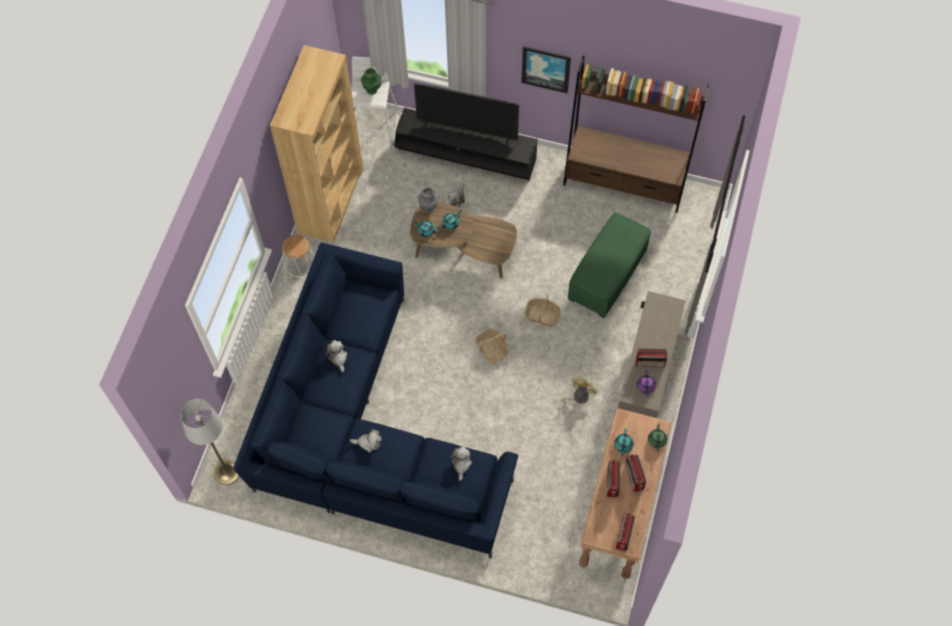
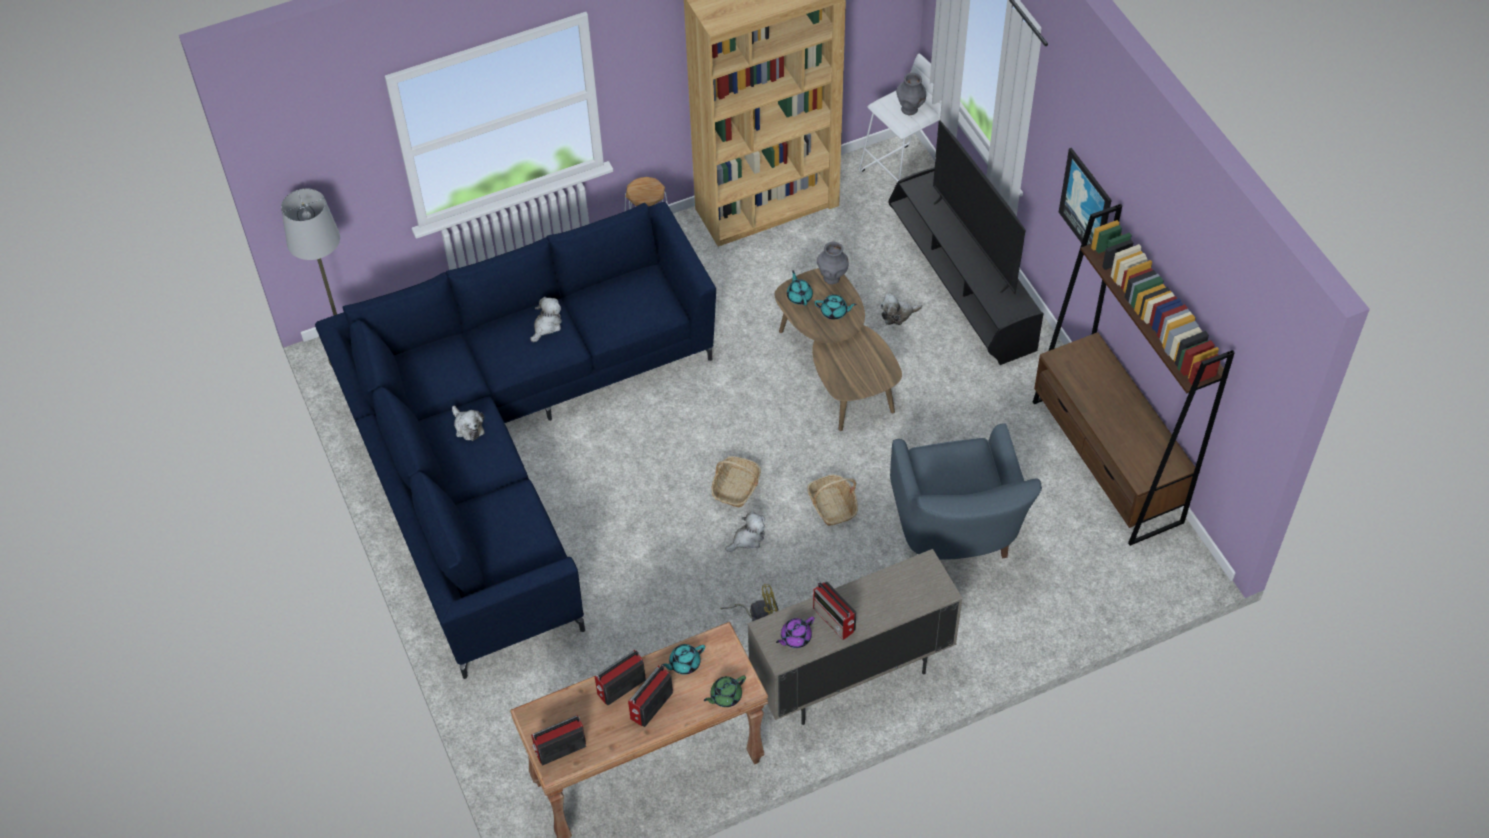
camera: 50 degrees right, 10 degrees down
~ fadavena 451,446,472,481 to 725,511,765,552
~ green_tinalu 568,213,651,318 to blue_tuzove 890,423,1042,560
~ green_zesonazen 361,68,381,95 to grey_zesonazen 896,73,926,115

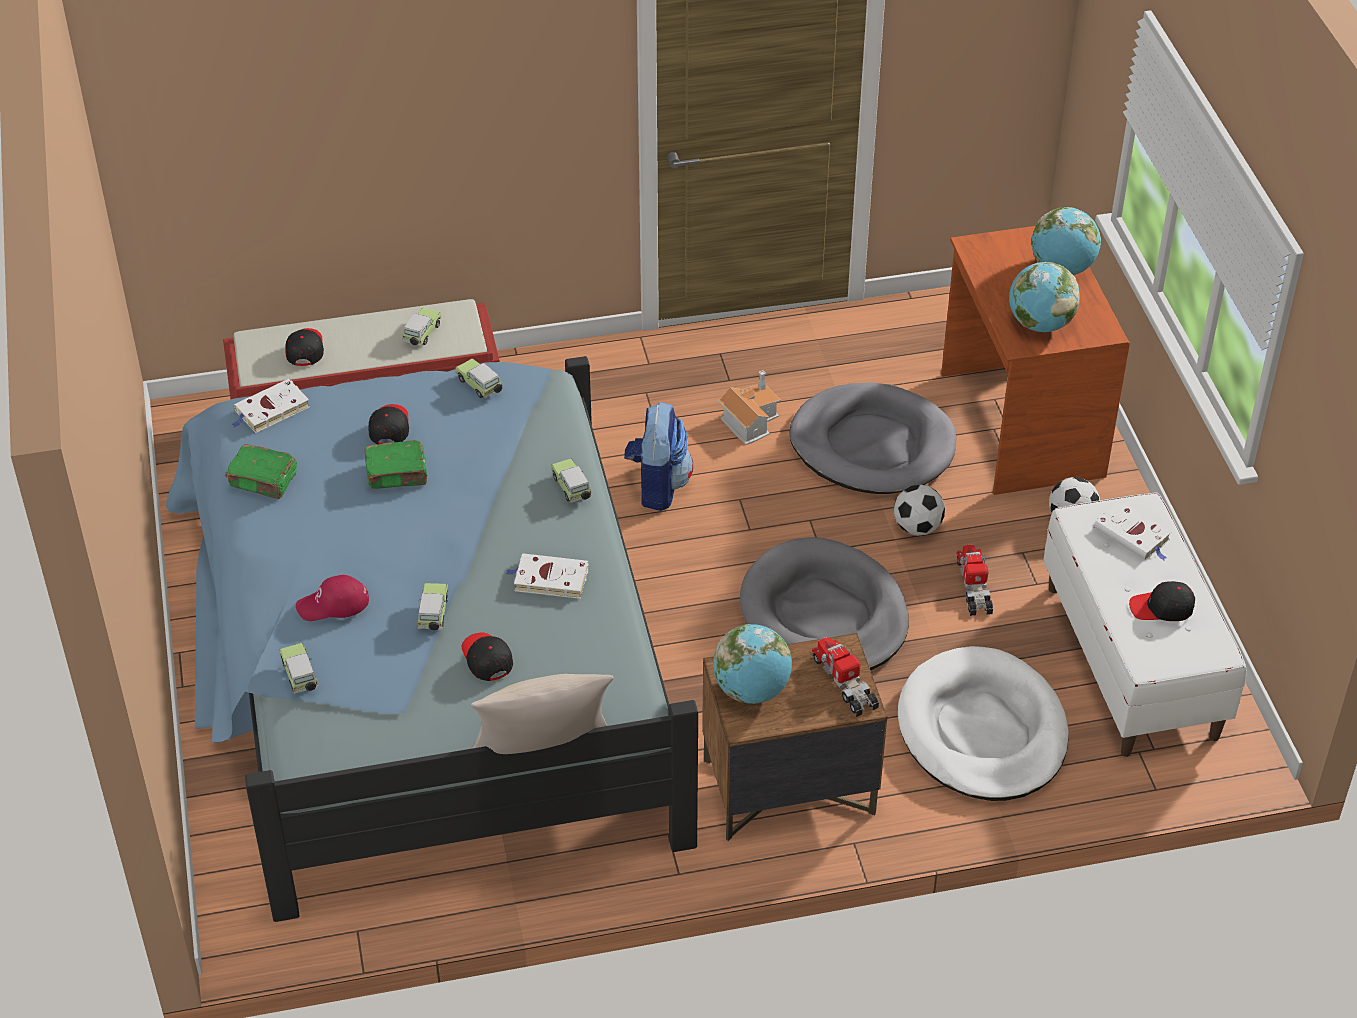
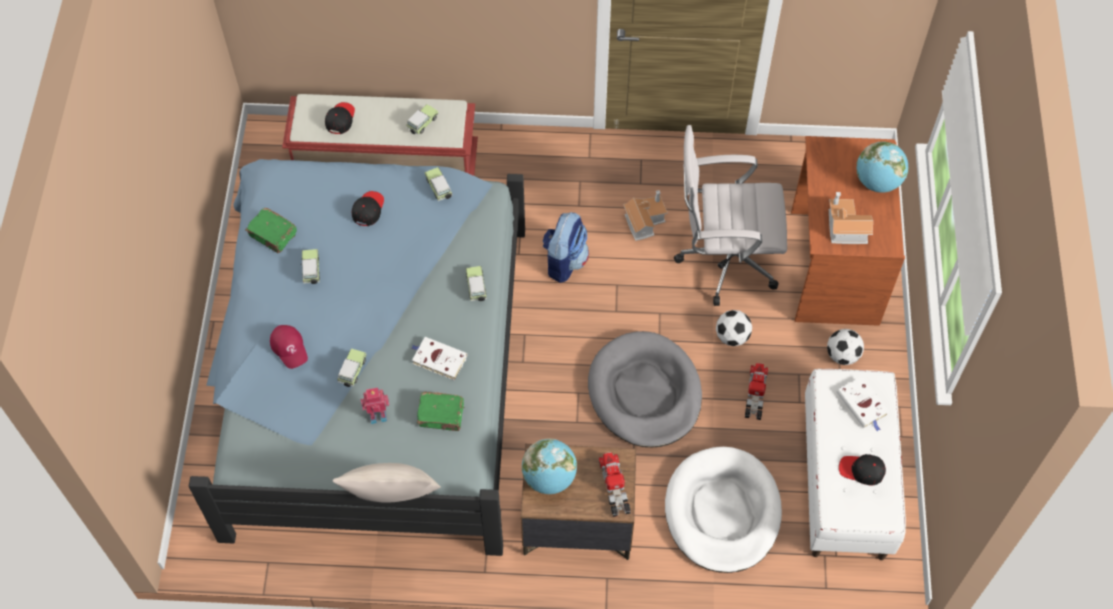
camera: 15 degrees right, 15 degrees up
- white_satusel 231,379,310,433
~ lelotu 279,643,319,694 to 302,249,320,284
~ green_satusel 365,440,428,489 to 417,392,464,431
~ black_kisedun 462,633,513,681 to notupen 361,388,389,424
~ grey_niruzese 789,382,956,494 to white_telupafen 674,125,787,306
~ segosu 1009,262,1080,332 to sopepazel 829,192,873,244
~ red_kisedun 296,575,369,621 = 270,325,308,369 120 degrees counterclockwise

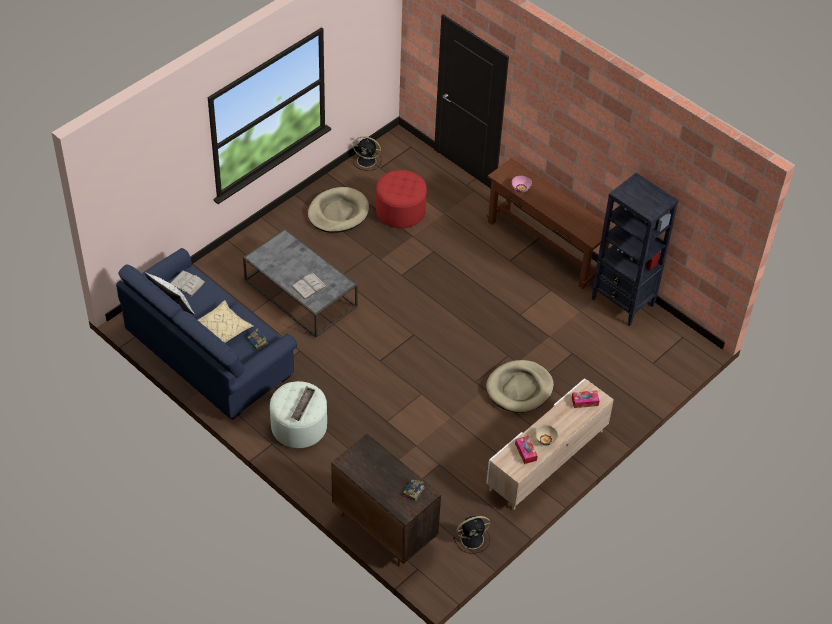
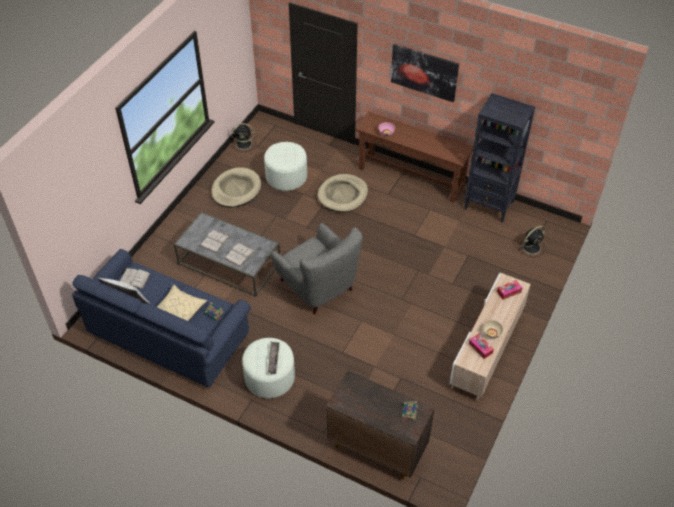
camera: 15 degrees left, 0 degrees up
+ white_satusel 200,230,230,253
+ grey_tuzove 271,223,363,314
+ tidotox 391,44,459,102
~ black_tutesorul 453,516,490,554 to 519,226,546,257
~ beige_niruzese 486,360,554,413 to 317,174,368,212
~ red_tinalu 376,170,427,228 to white_tinalu 264,142,307,191

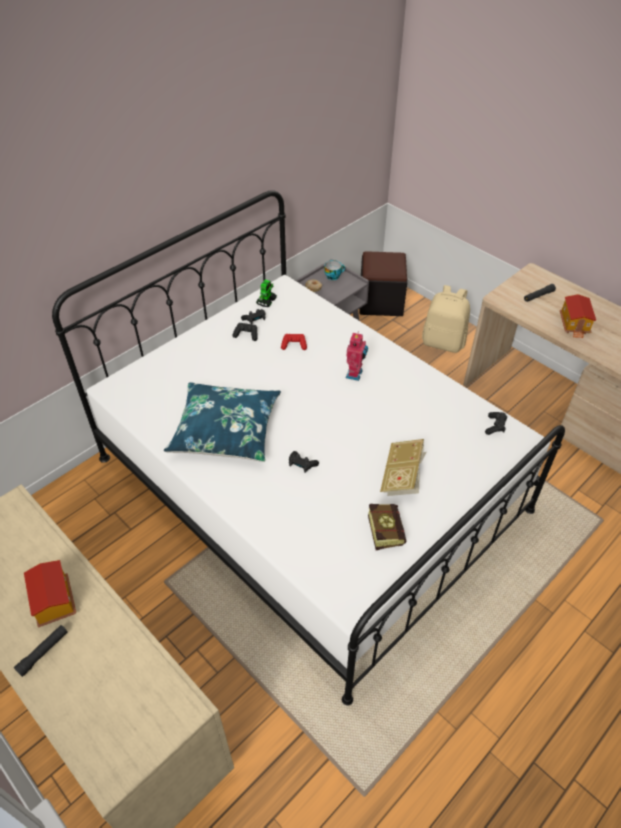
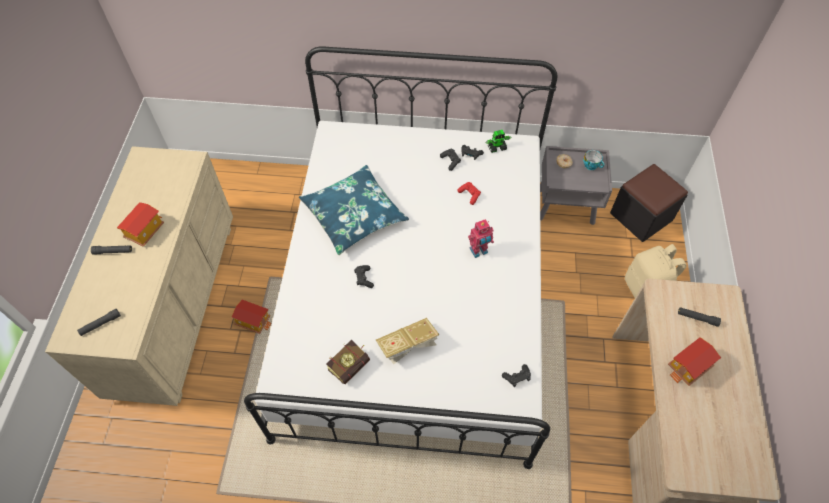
camera: 50 degrees right, 10 degrees up
+ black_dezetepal 77,309,121,336
+ sopepazel 231,300,271,334

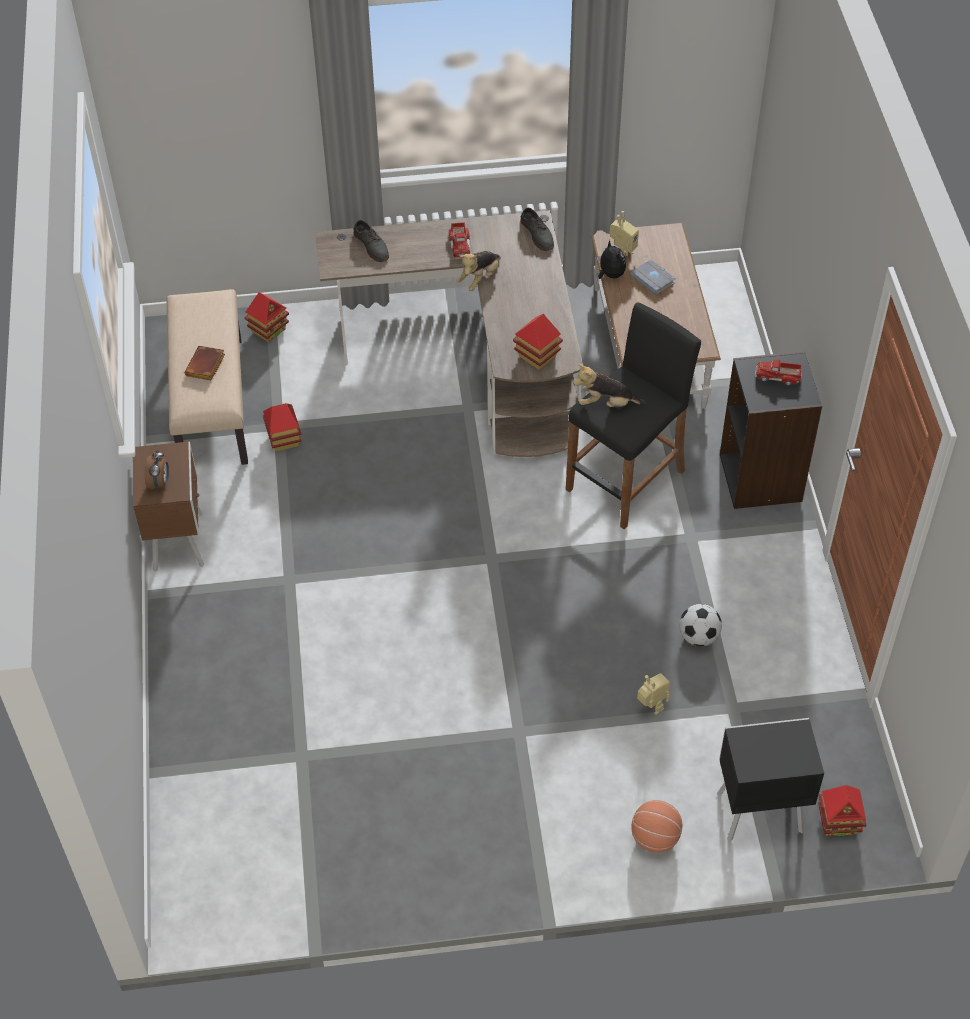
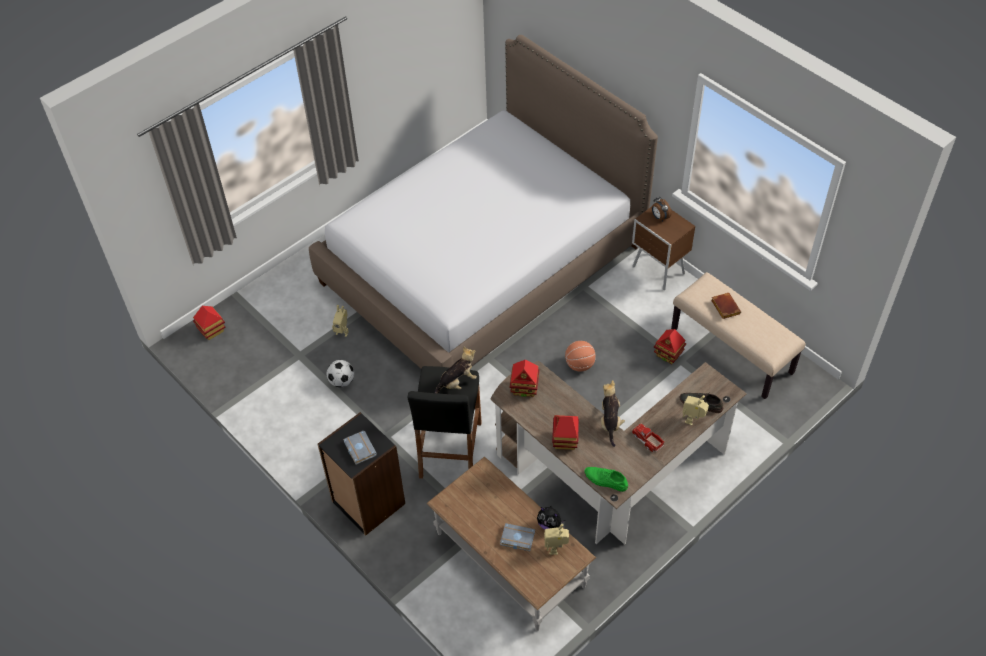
camera: 145 degrees right, 0 degrees up
- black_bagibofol 717,718,824,842
+ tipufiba 309,35,658,369
+ notupen 682,395,709,426
~ sopepazel 244,292,289,343 to 552,415,579,450
~ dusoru 631,800,682,853 to 565,341,596,372
~ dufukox 755,359,802,385 to grey_satusel 343,431,377,465
~ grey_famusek 520,207,554,251 to green_famusek 584,467,628,492

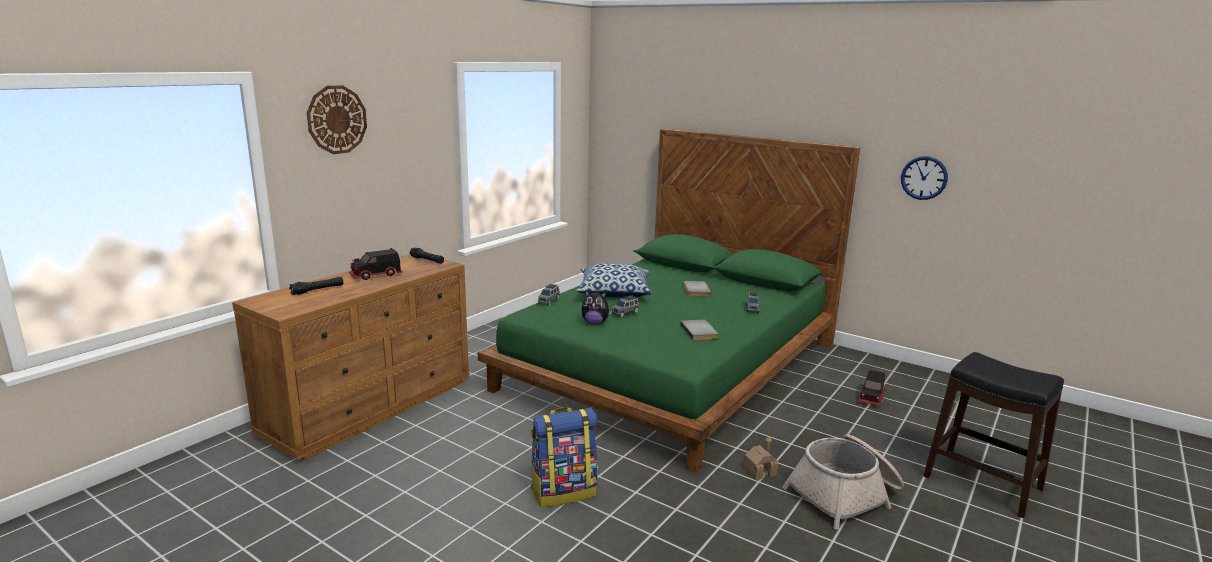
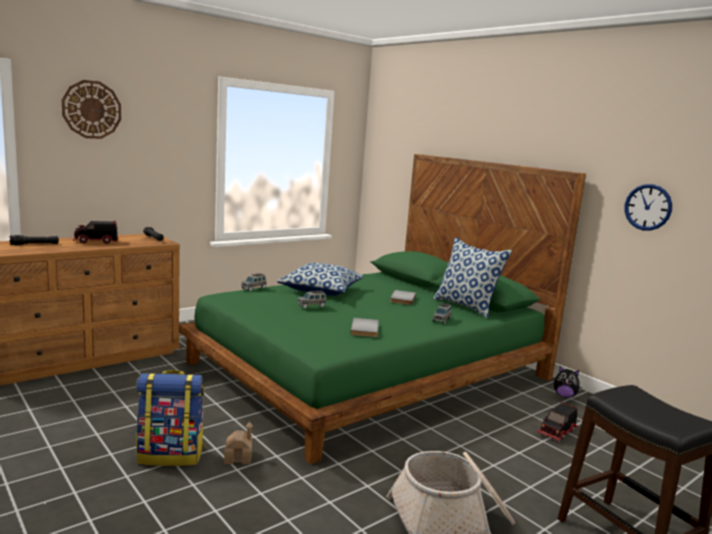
camera: 15 degrees right, 5 degrees down
+ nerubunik 433,237,512,318
~ fadavena 581,290,612,324 to 554,366,582,398
~ sopepazel 742,436,778,480 to 224,422,253,465

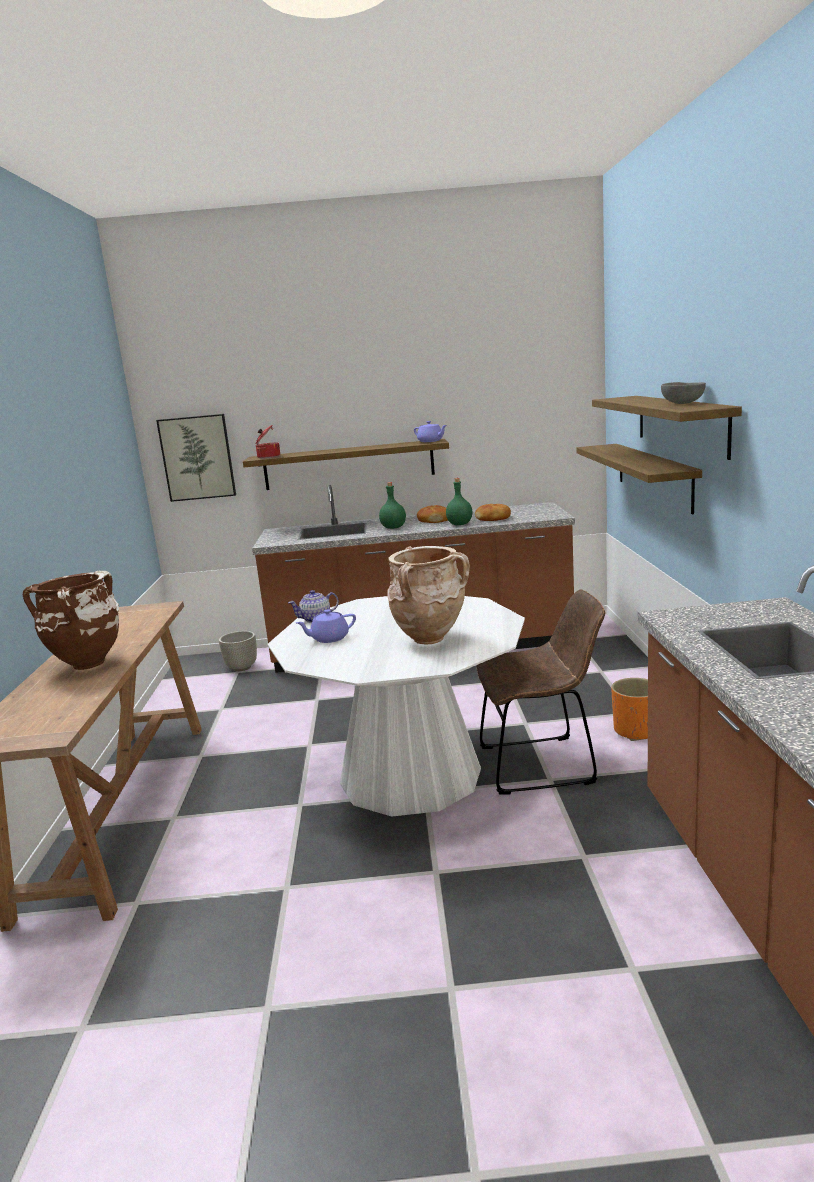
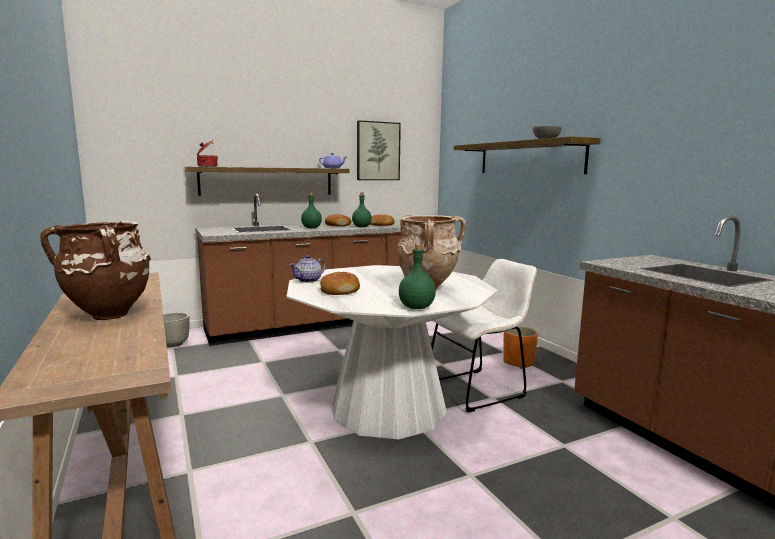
camera: 25 degrees left, 5 degrees down
- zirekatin 576,444,702,514
+ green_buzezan 399,244,436,309
~ tidotox 156,414,236,502 to 357,120,401,180
~ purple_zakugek 296,609,356,643 to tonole 320,272,360,295
~ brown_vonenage 477,589,605,795 to white_vonenage 431,259,537,412

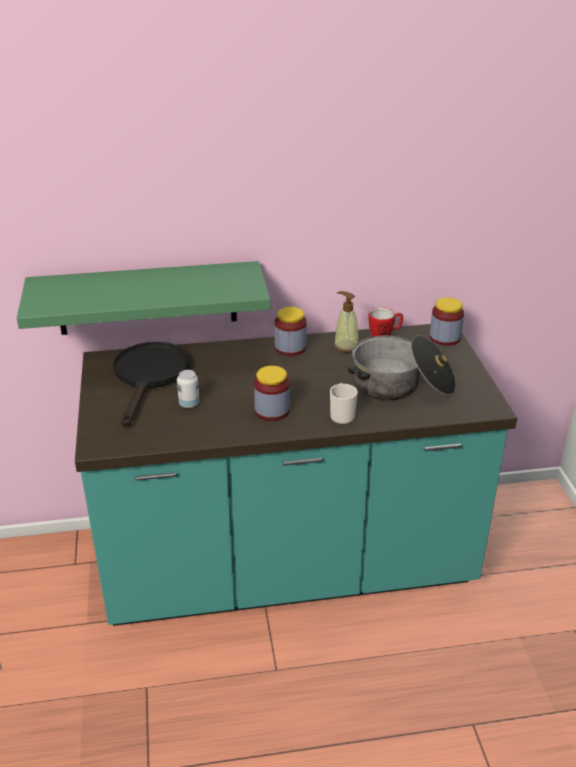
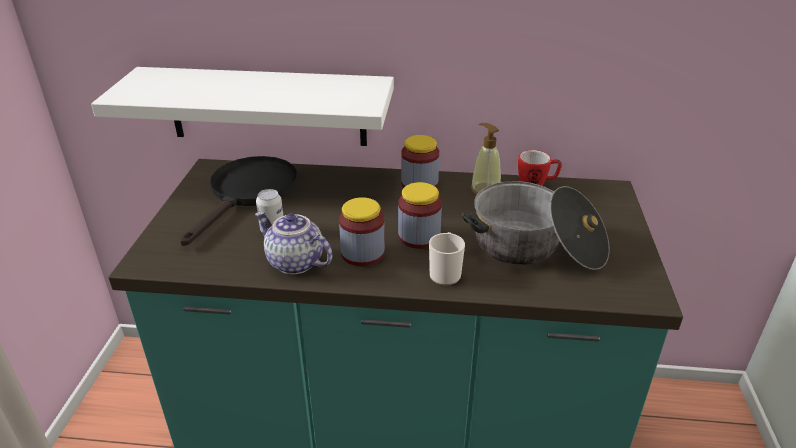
camera: 15 degrees right, 0 degrees up
+ zakugek 255,212,332,274
~ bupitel 430,297,464,346 to 398,182,442,249
~ green_zirekatin 17,261,270,335 to white_zirekatin 91,67,394,146

